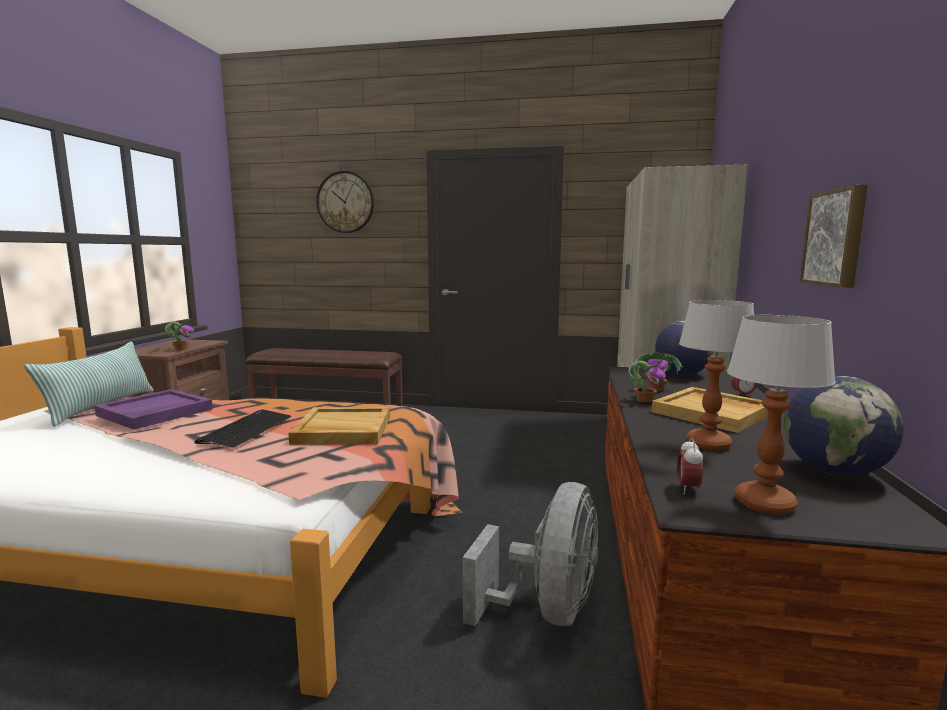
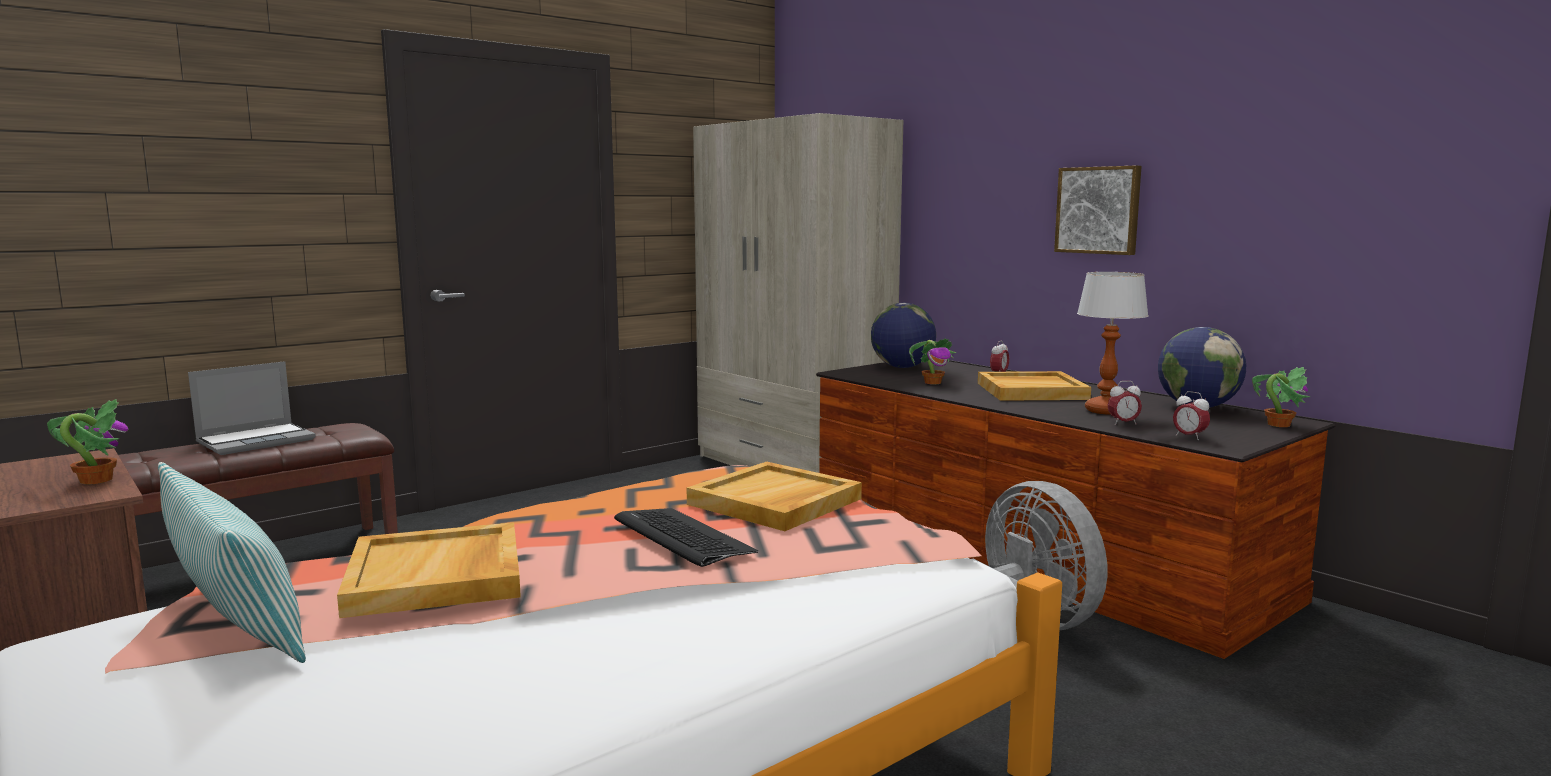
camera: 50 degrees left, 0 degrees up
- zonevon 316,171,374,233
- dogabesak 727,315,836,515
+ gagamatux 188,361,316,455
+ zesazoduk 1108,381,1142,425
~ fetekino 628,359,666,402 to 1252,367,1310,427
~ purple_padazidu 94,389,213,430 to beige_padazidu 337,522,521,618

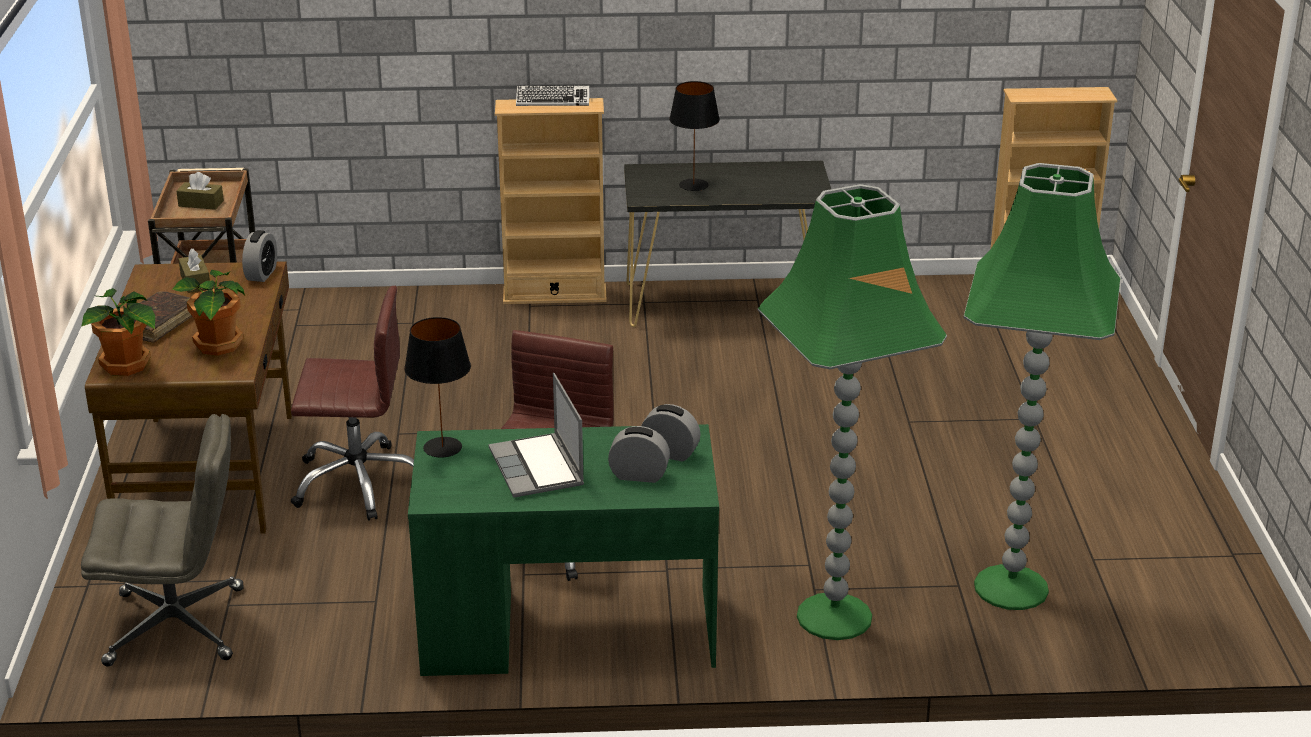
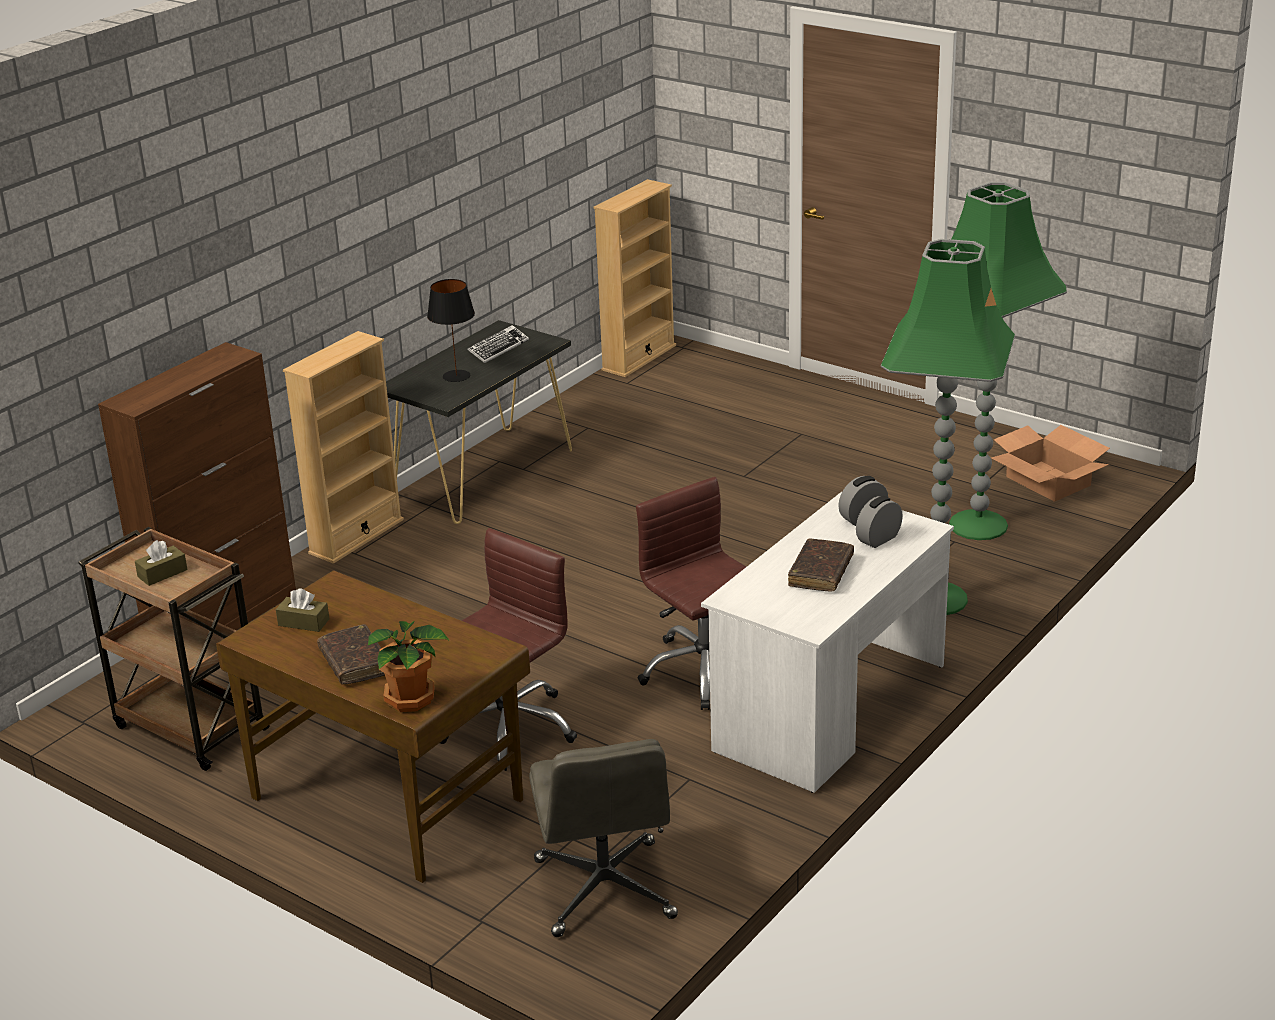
camera: 50 degrees left, 0 degrees up
- fetekino 172,270,245,356
- zesazoduk 242,230,277,282
- black_dogabesak 404,317,471,458
+ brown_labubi 98,342,296,630
+ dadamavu 991,425,1110,502
~ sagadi 516,85,589,106 to 467,325,529,363
~ gagamatux 489,373,584,498 to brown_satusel 788,538,854,592
~ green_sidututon 408,424,719,676 to white_sidututon 701,492,954,793
~ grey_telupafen 81,414,244,667 = 529,739,678,937 135 degrees clockwise

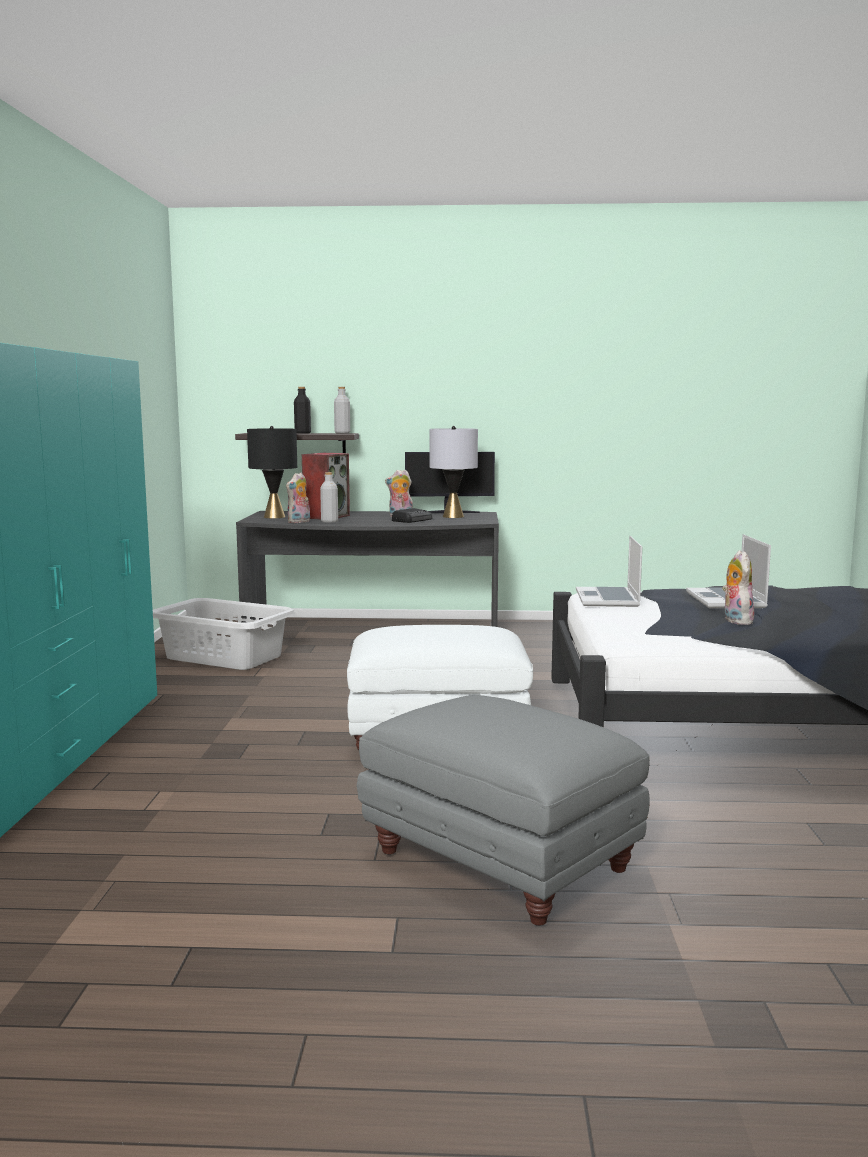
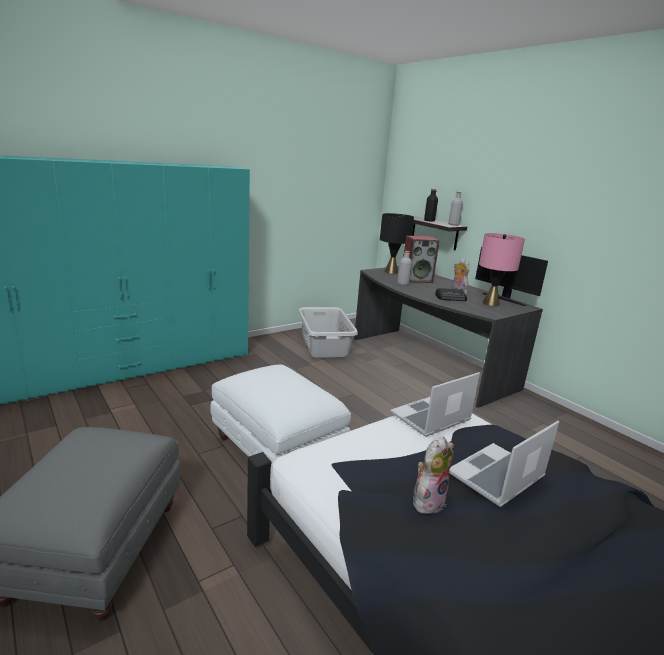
camera: 50 degrees right, 10 degrees up
- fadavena 286,472,310,523
~ grey_dogabesak 429,426,478,518 to pink_dogabesak 479,233,525,306

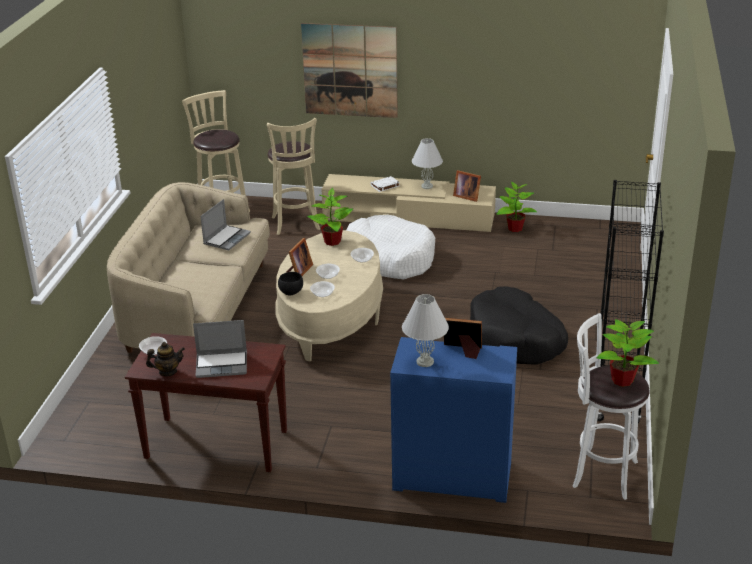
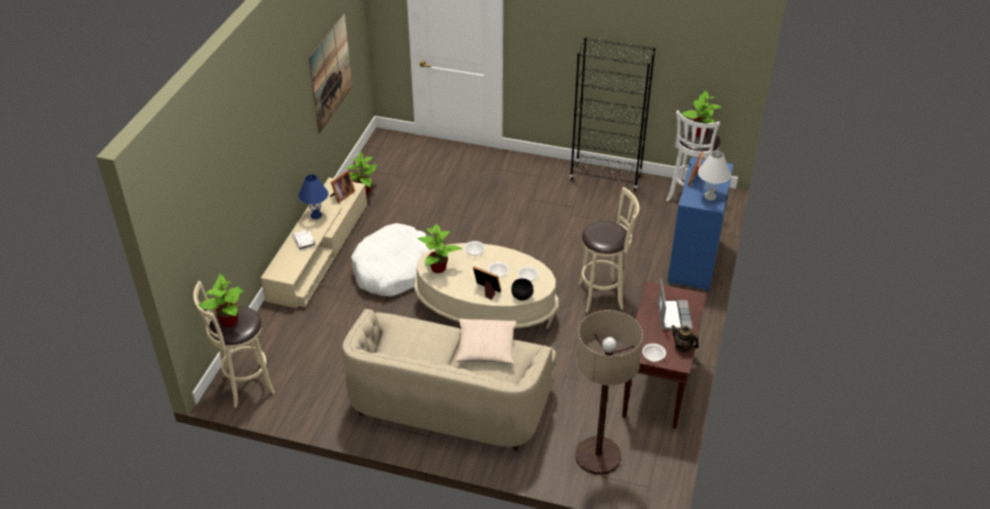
camera: 85 degrees left, 10 degrees up
- gagamatux 200,199,251,251
- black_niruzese 470,286,568,365
+ fetekino 199,274,244,327
+ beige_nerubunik 455,319,517,364
+ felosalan 575,310,643,475
~ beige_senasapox 267,118,320,235 to 578,187,639,312
~ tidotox 301,23,398,118 to 309,13,352,134
~ white_dogabesak 412,138,443,189 to blue_dogabesak 298,174,328,219
~ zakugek 146,342,185,377 = 672,325,699,352 45 degrees counterclockwise

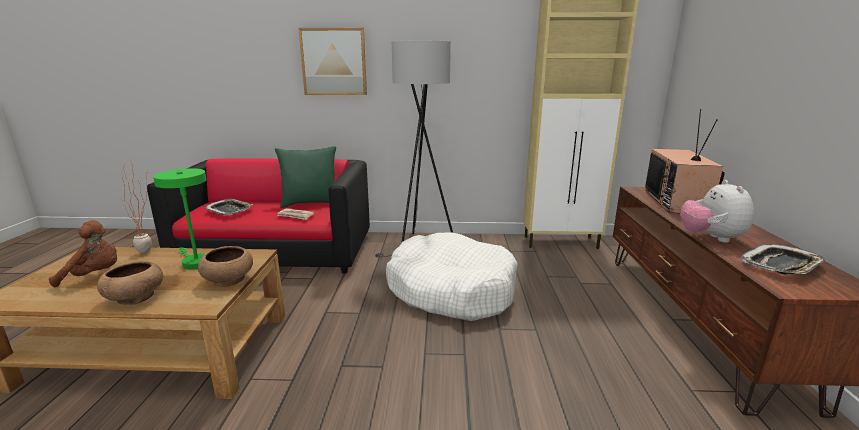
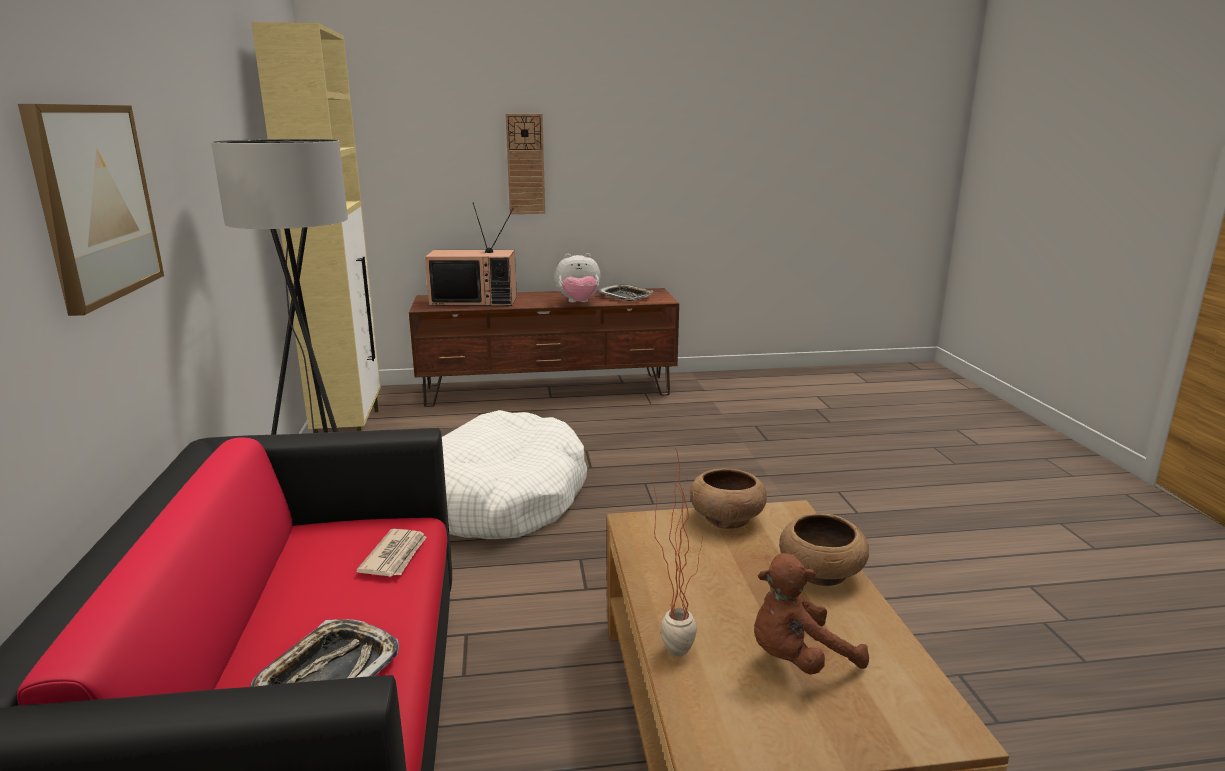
camera: 100 degrees left, 0 degrees up
- green_dogabesak 153,168,206,269
- green_nerubunik 275,146,336,208
+ zonevon 505,114,545,214
~ brown_fadavena 49,220,117,287 = 754,553,869,675 90 degrees counterclockwise

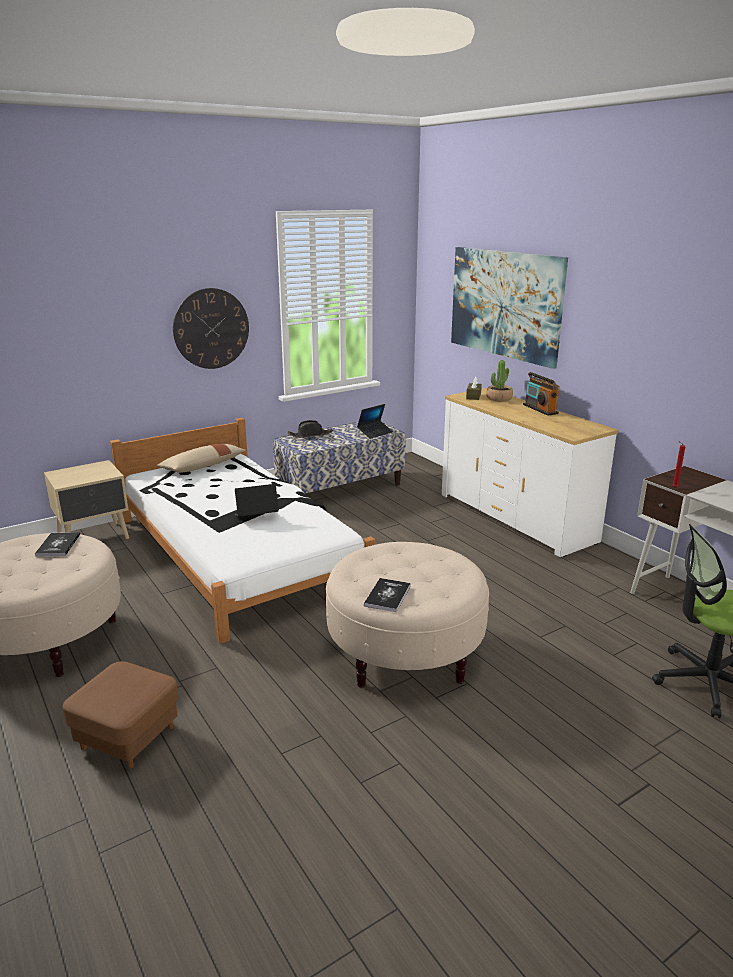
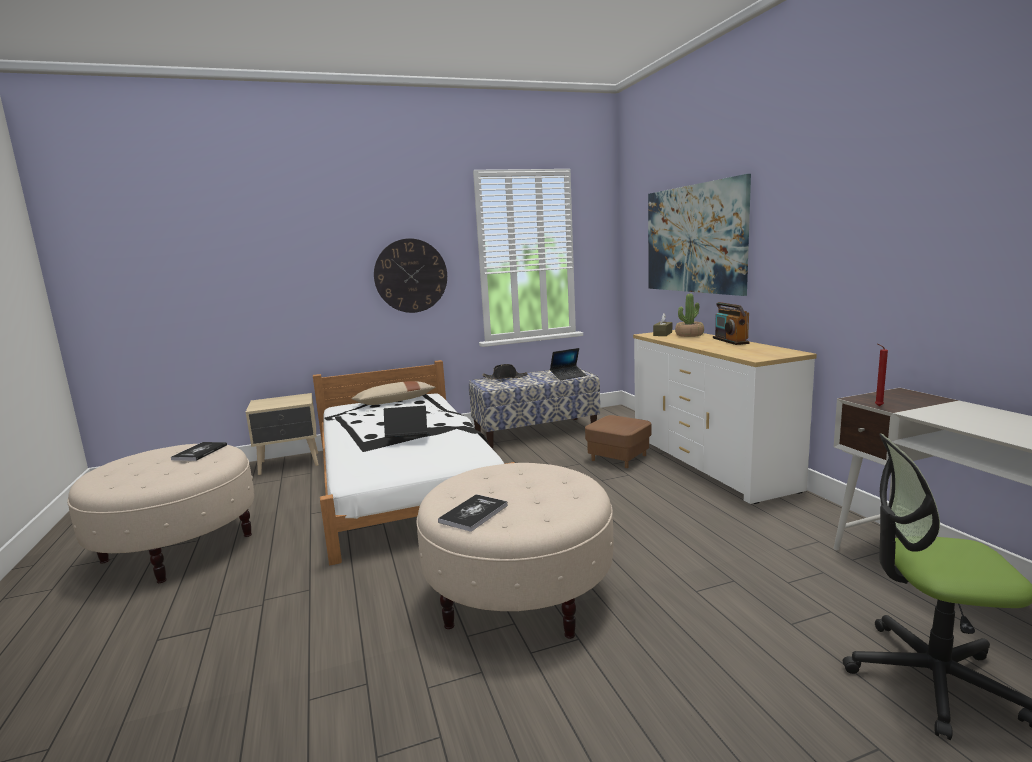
camera: 15 degrees right, 10 degrees down
~ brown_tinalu 63,661,178,769 to 585,415,651,468

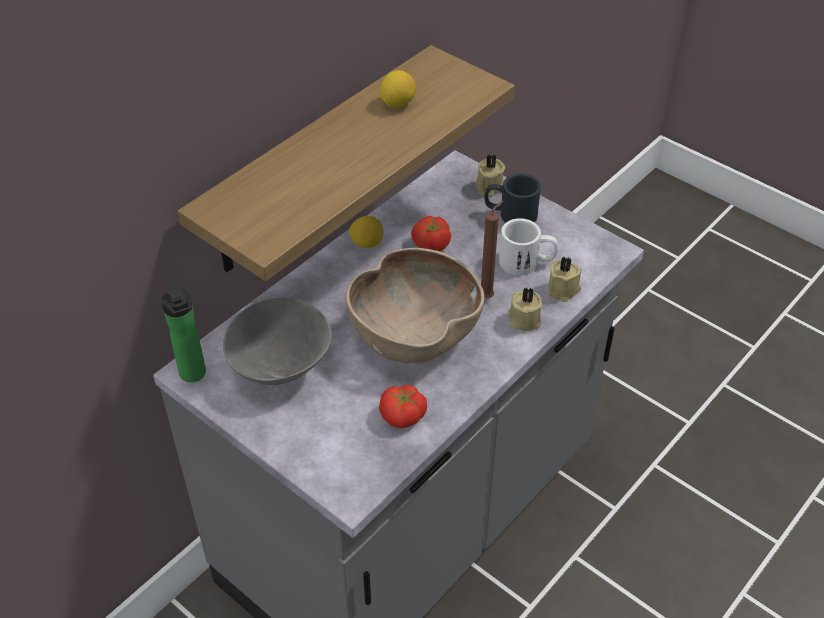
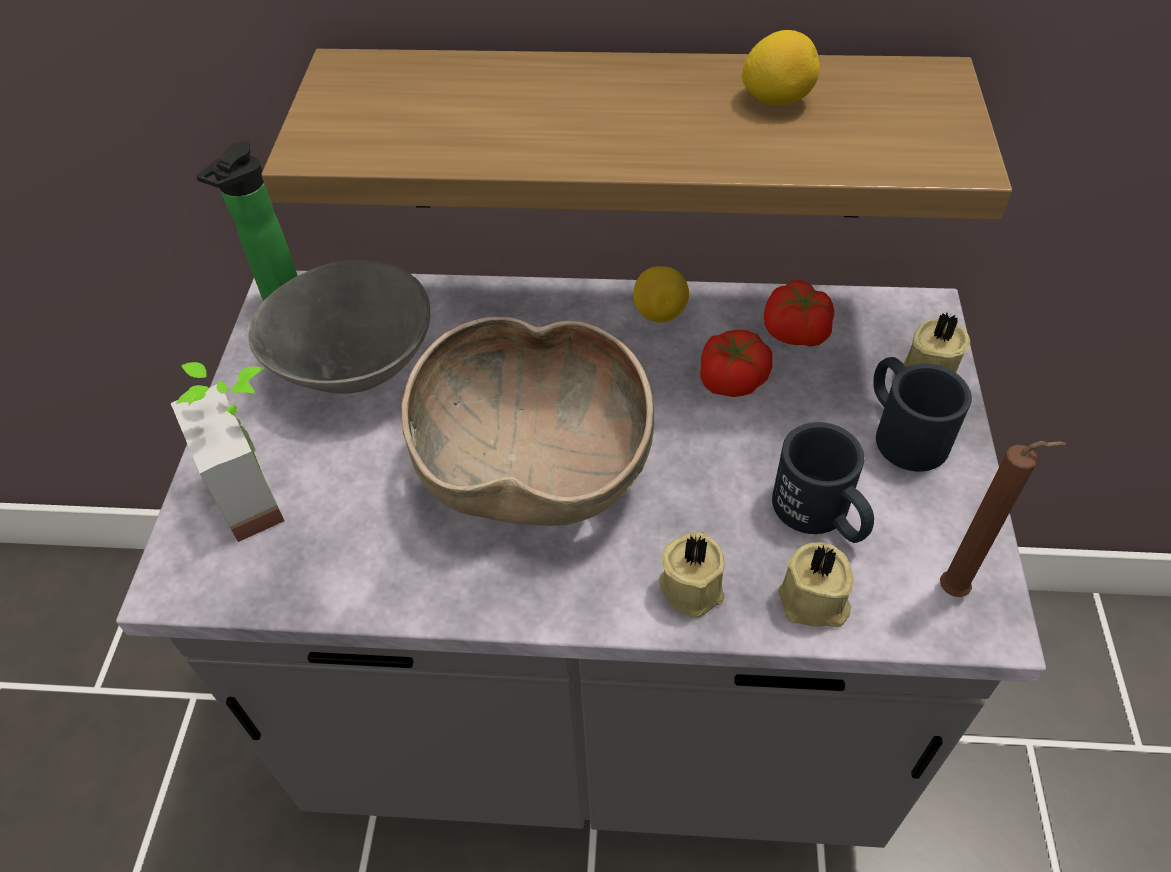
camera: 55 degrees right, 5 degrees up
+ fetekino 171,362,284,542
~ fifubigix 379,385,427,428 to 764,280,834,347
~ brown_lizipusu 481,201,503,298 to 940,441,1066,597
~ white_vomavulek 499,218,558,275 to black_vomavulek 772,422,874,543

